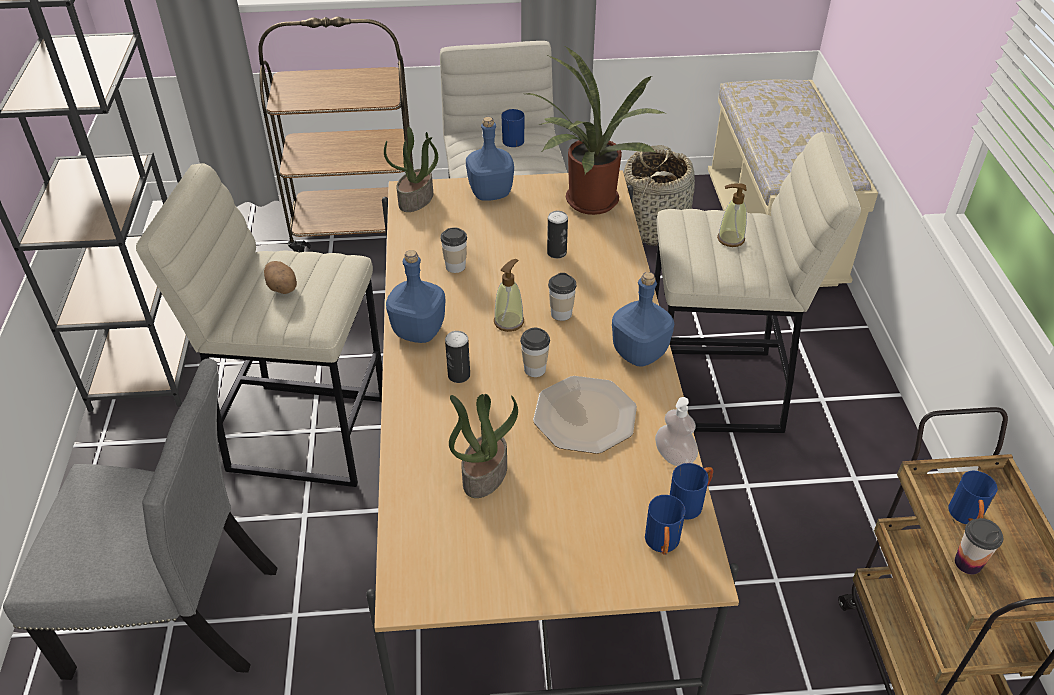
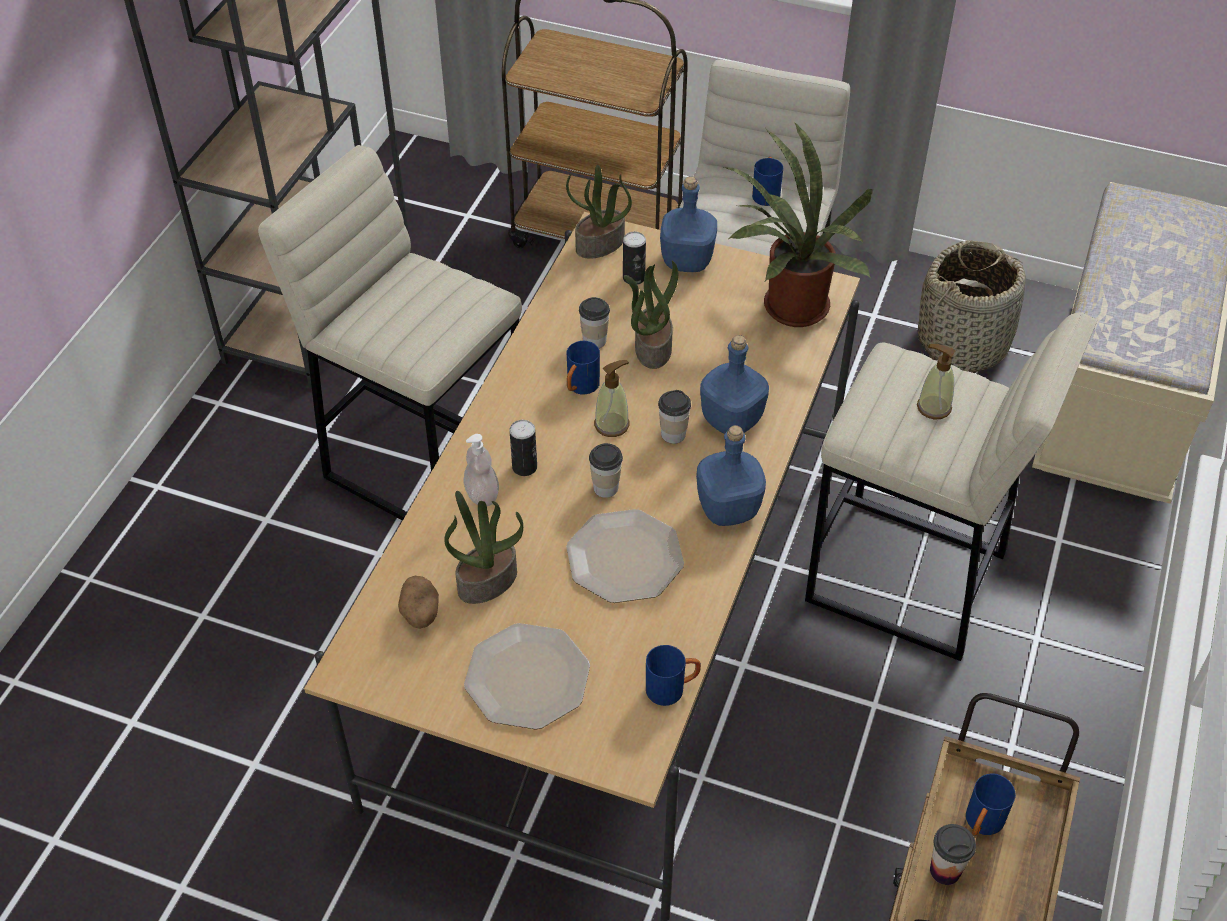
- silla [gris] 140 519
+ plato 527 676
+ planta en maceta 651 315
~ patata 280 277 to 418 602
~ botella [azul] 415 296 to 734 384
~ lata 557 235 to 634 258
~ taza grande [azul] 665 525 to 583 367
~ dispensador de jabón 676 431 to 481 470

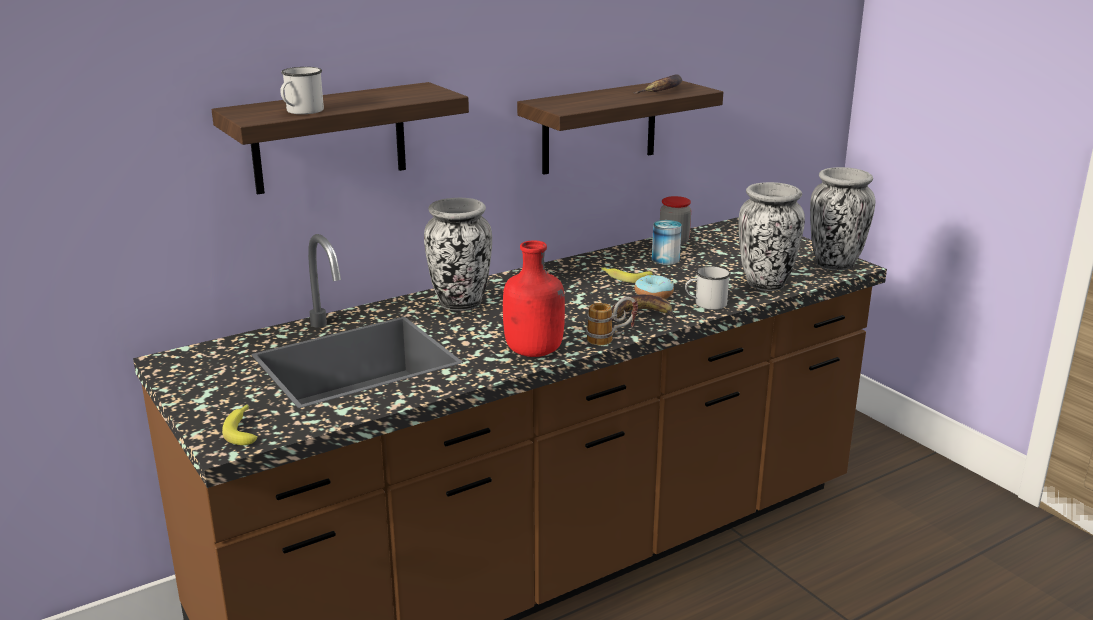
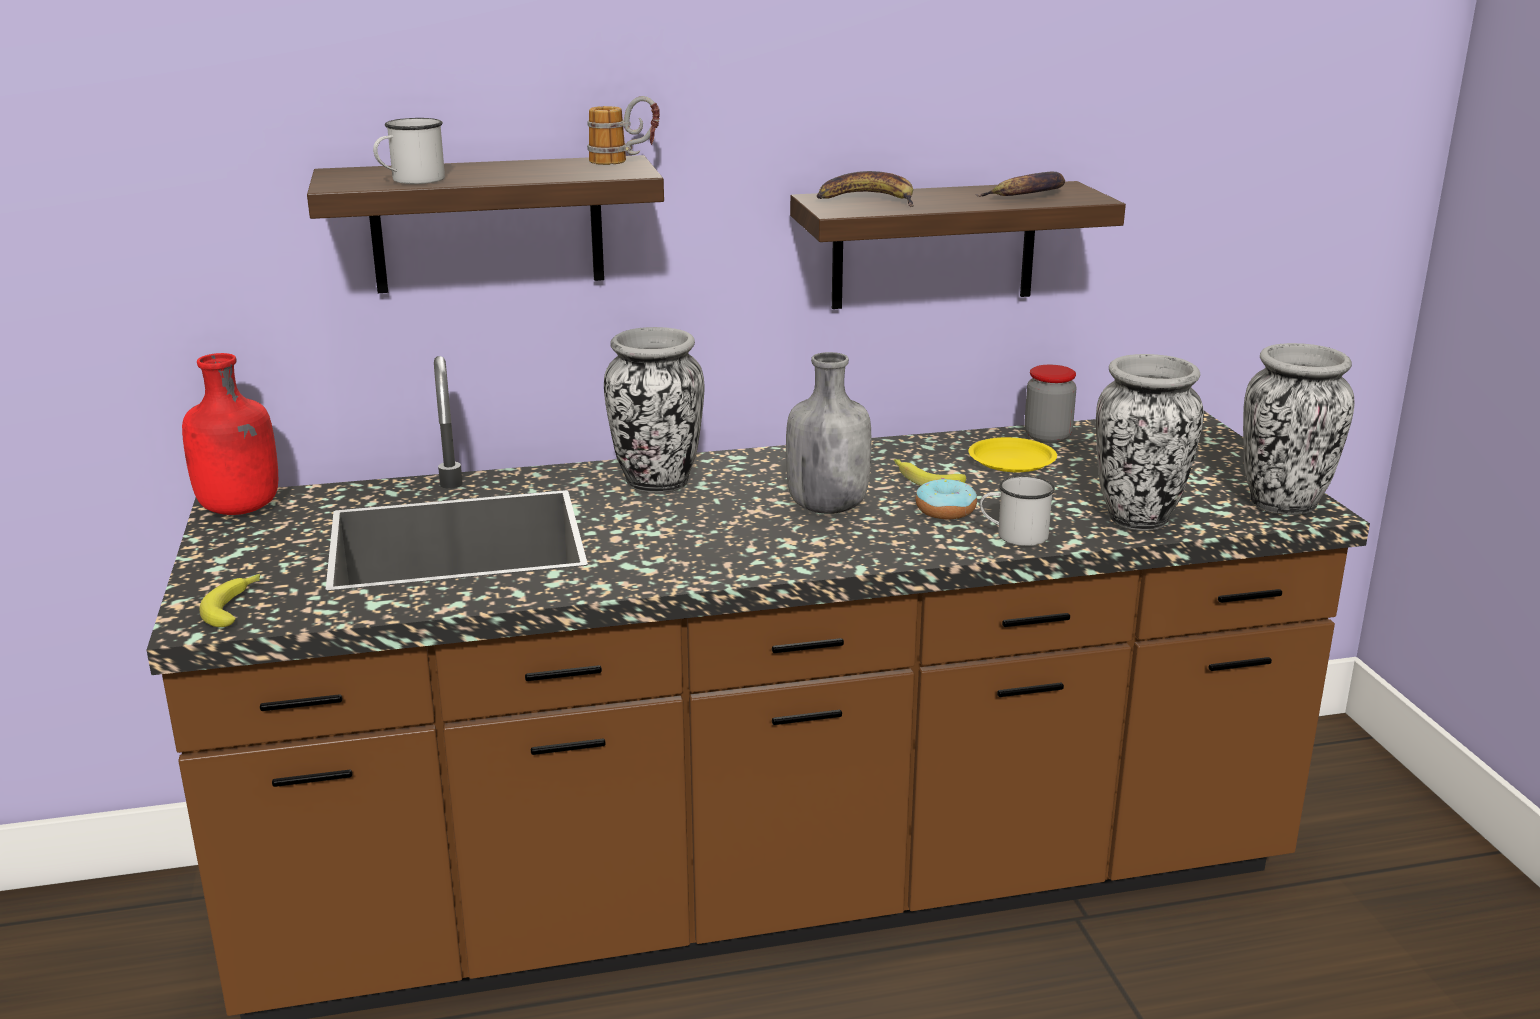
+ botella [gris] 828 433
~ botella [rojo] 534 298 to 230 434
~ taza grande 612 321 to 623 130
~ plátano 645 308 to 865 189
~ lata 667 242 to plato [amarillo] 1012 454

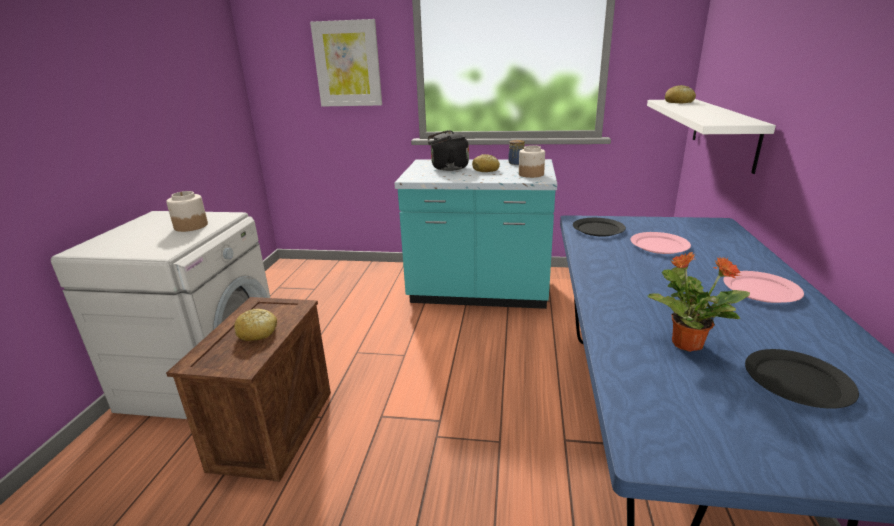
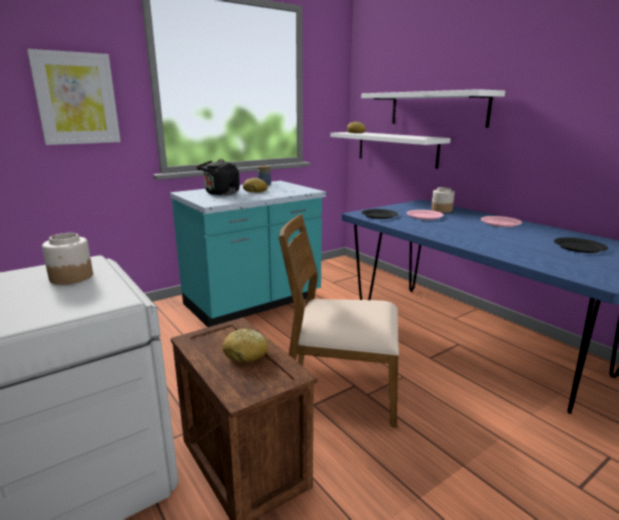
- planta en maceta 698 302
+ silla [marrón] 339 320
+ estante [blanco] 433 108
~ tarro 532 161 to 443 200

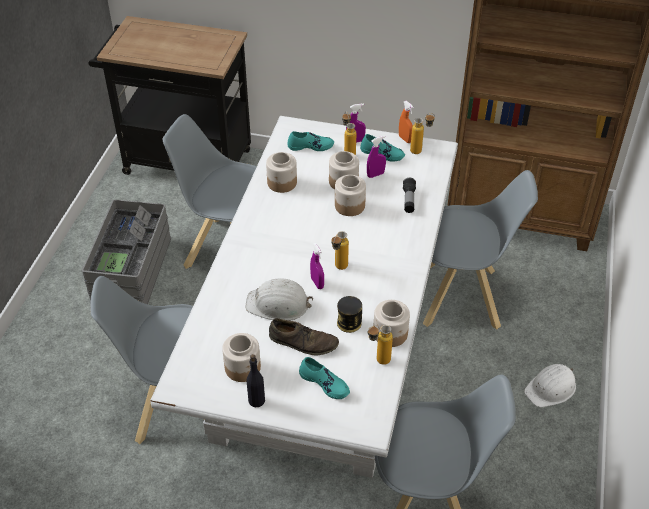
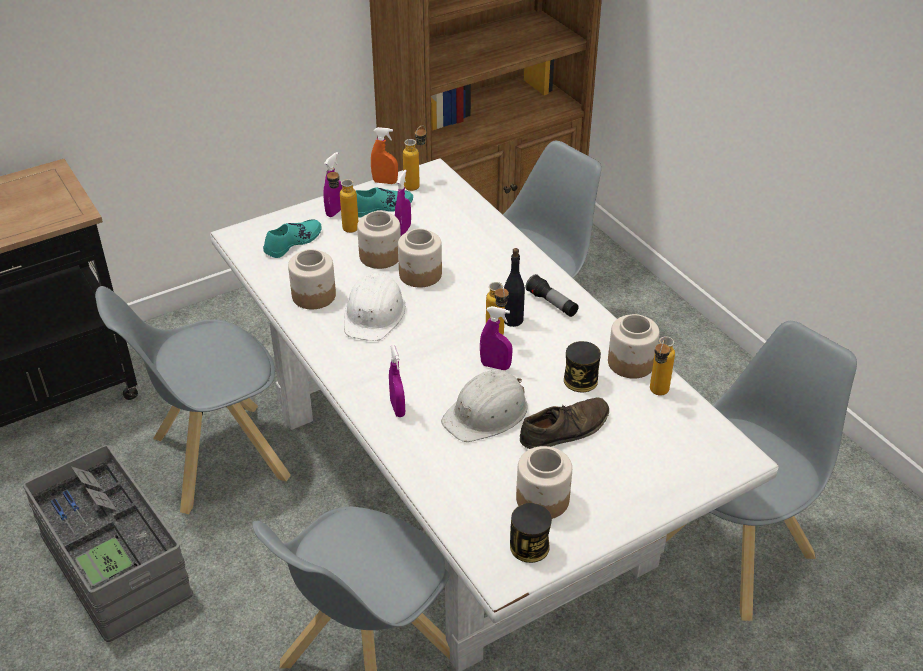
- zapato [turquesa] 324 378
+ pulverizador [morado] 397 381
+ lata 531 533
~ botella [negro] 256 380 to 514 287
~ linterna 409 195 to 552 295
~ casco [blanco] 550 385 to 375 307

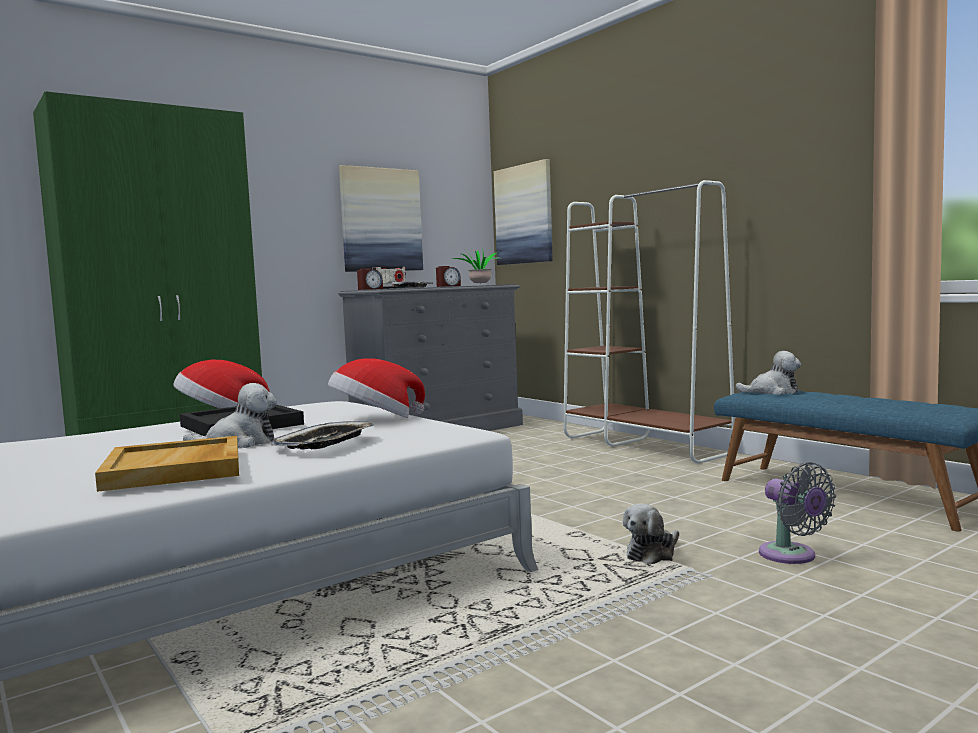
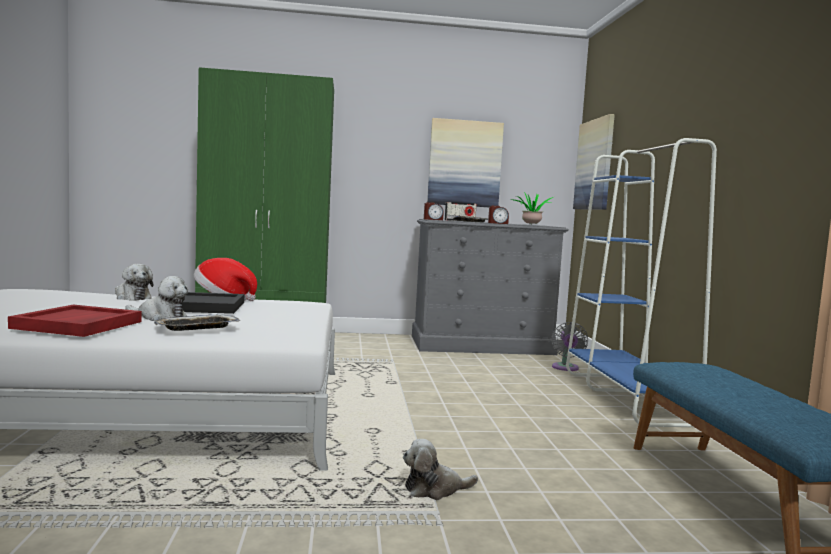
- sombrero 376 388
~ peluche 768 373 to 134 282
~ ventilador [gris] 797 513 to 570 346
~ bandeja [beis] 167 464 to bandeja [rojo] 75 321
~ perchero [marrón] 649 322 to perchero [azul] 641 282

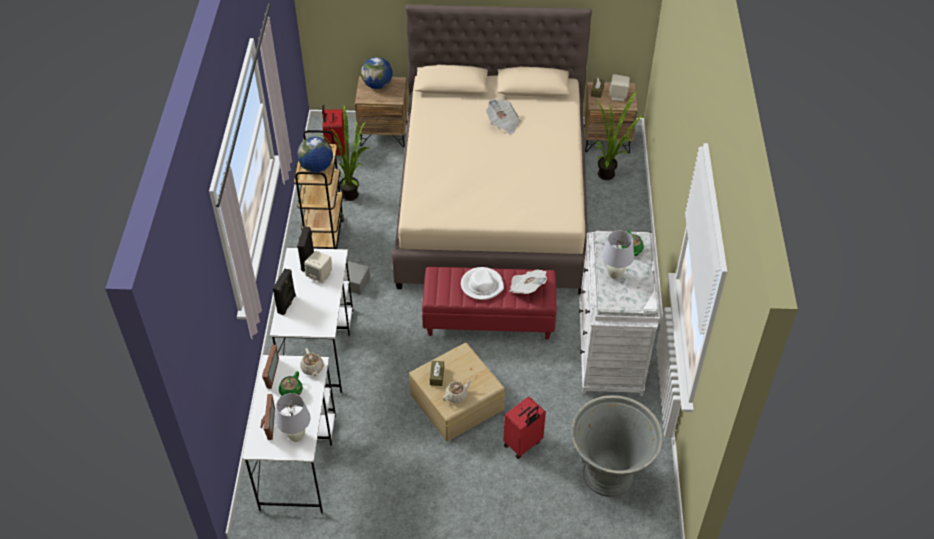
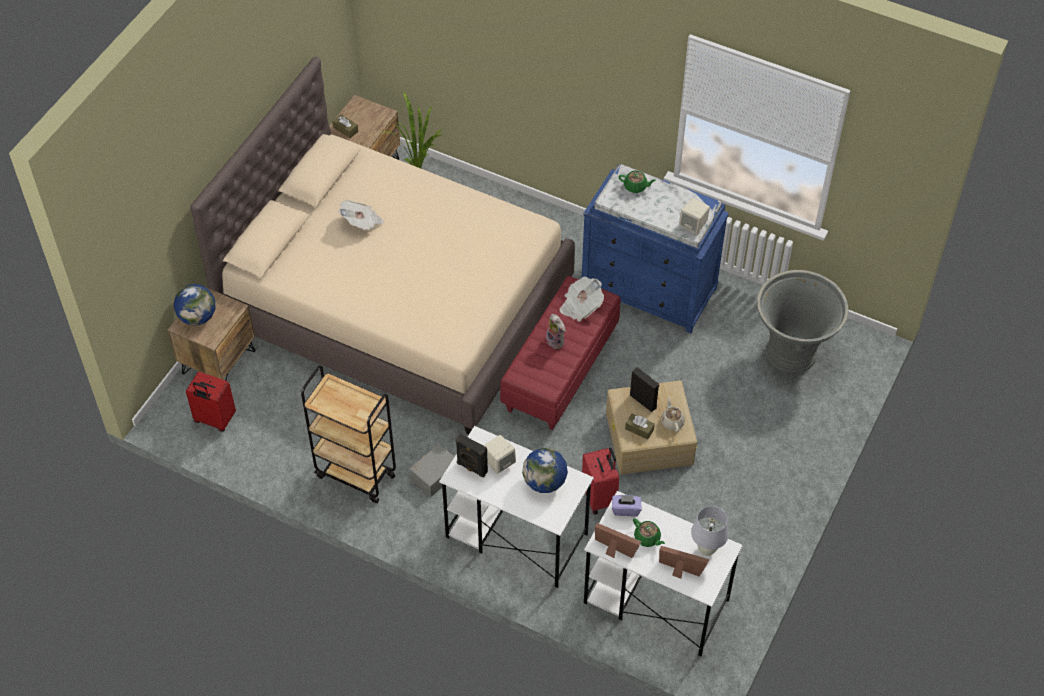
- planta en maceta 344 152
- lámpara de mesa [blanco] 618 254
~ altavoz [negro] 284 292 to 644 389
~ globo terráqueo 315 154 to 545 470
~ maleta [rojo] 524 428 to 600 480
~ altavoz [beis] 619 87 to 694 216
~ tetera [beis] 312 362 to caja de pañuelos [morado] 626 505
~ sombrero [blanco] 482 283 to peluche 556 331
~ cómoda [blanco] 619 313 to cómoda [azul] 655 248

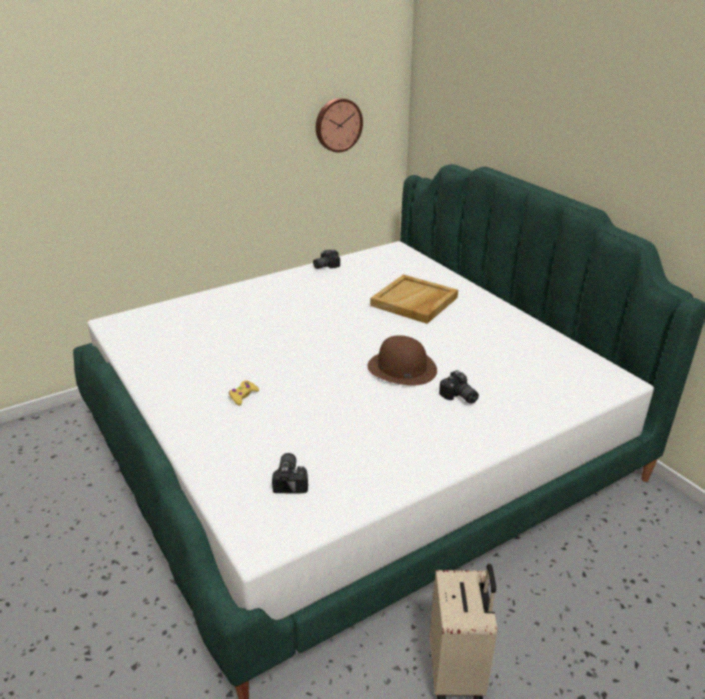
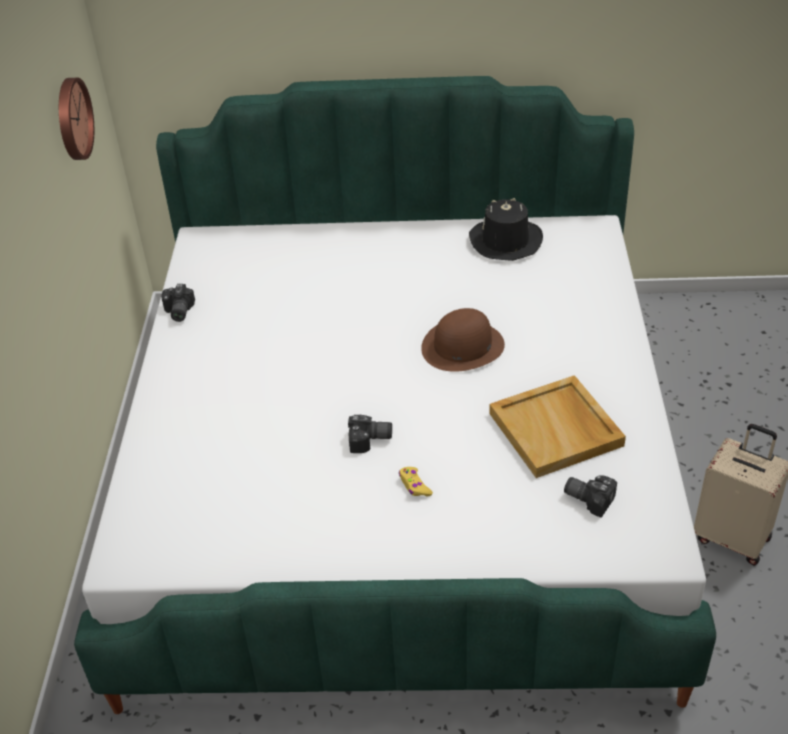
+ sombrero [negro] 506 229
~ bandeja [beis] 414 299 to 557 426
~ cámara 459 387 to 370 434

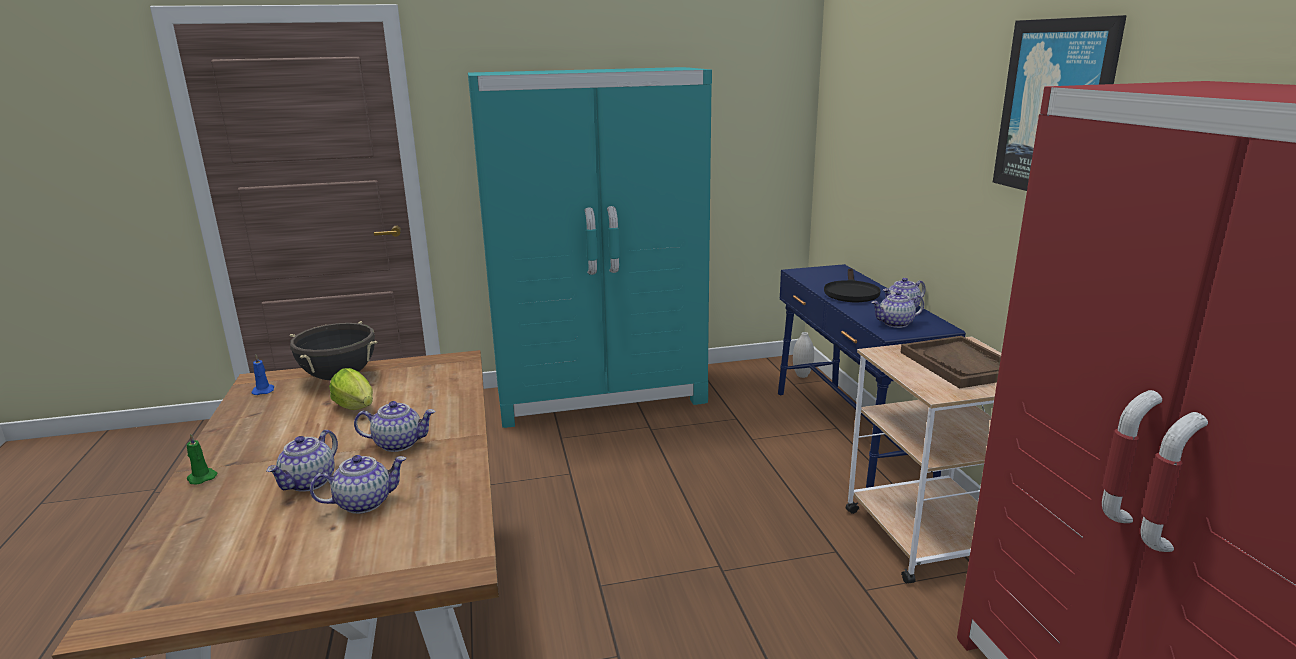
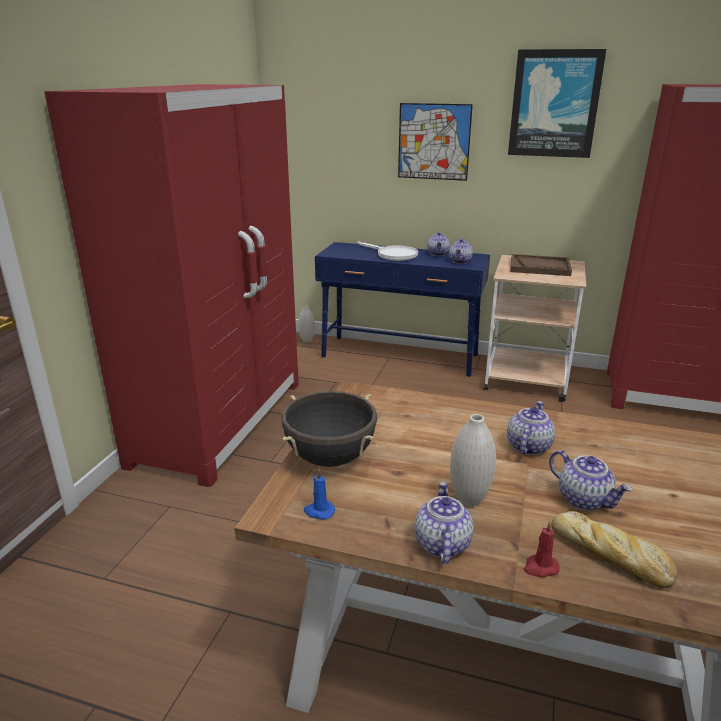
- lechuga 351 389
+ cuadro 435 142
+ florero [blanco] 473 460
+ pan 614 549
~ tetera 358 484 to 444 523
~ vela [verde] 202 458 to vela [rojo] 541 549
~ armario [turquesa] 590 247 to armario [rojo] 171 285
~ sartén [negro] 852 285 to sartén [blanco] 388 251

